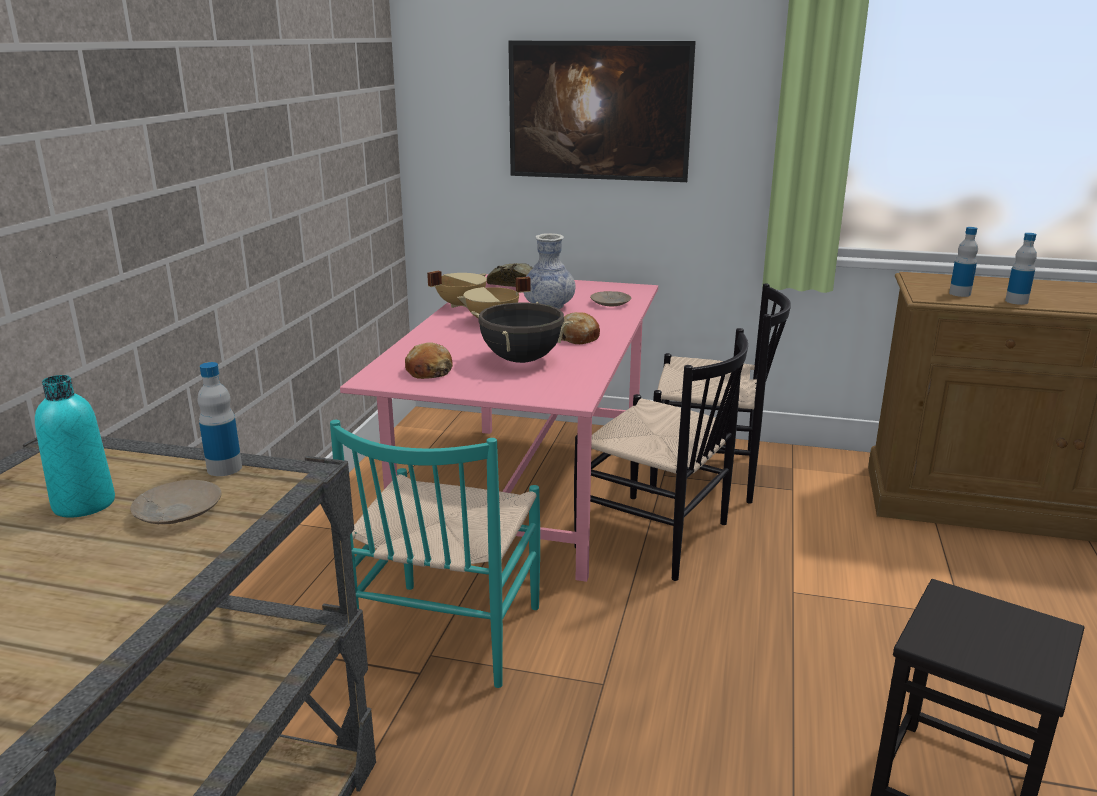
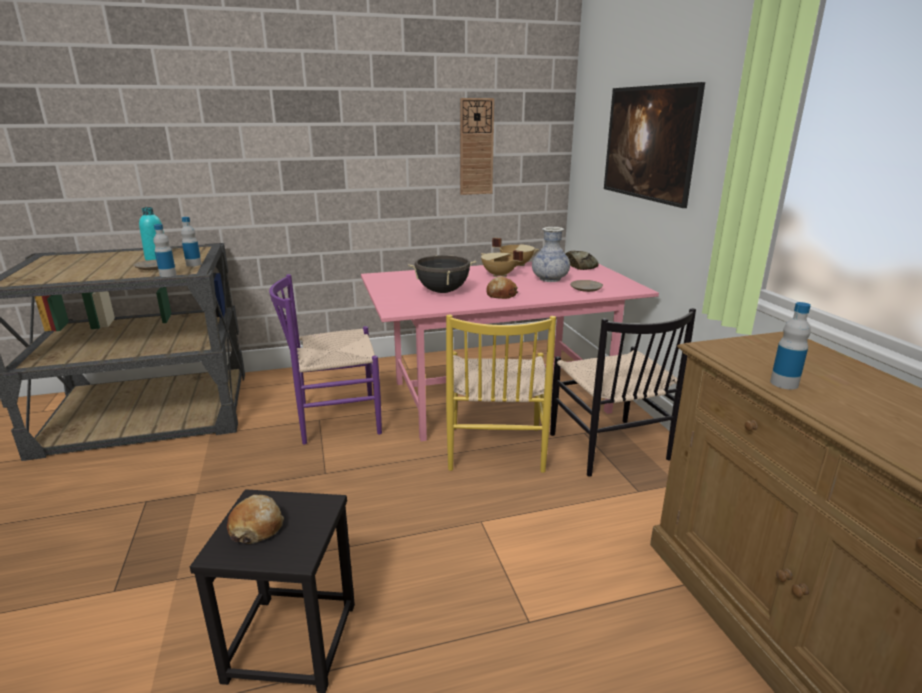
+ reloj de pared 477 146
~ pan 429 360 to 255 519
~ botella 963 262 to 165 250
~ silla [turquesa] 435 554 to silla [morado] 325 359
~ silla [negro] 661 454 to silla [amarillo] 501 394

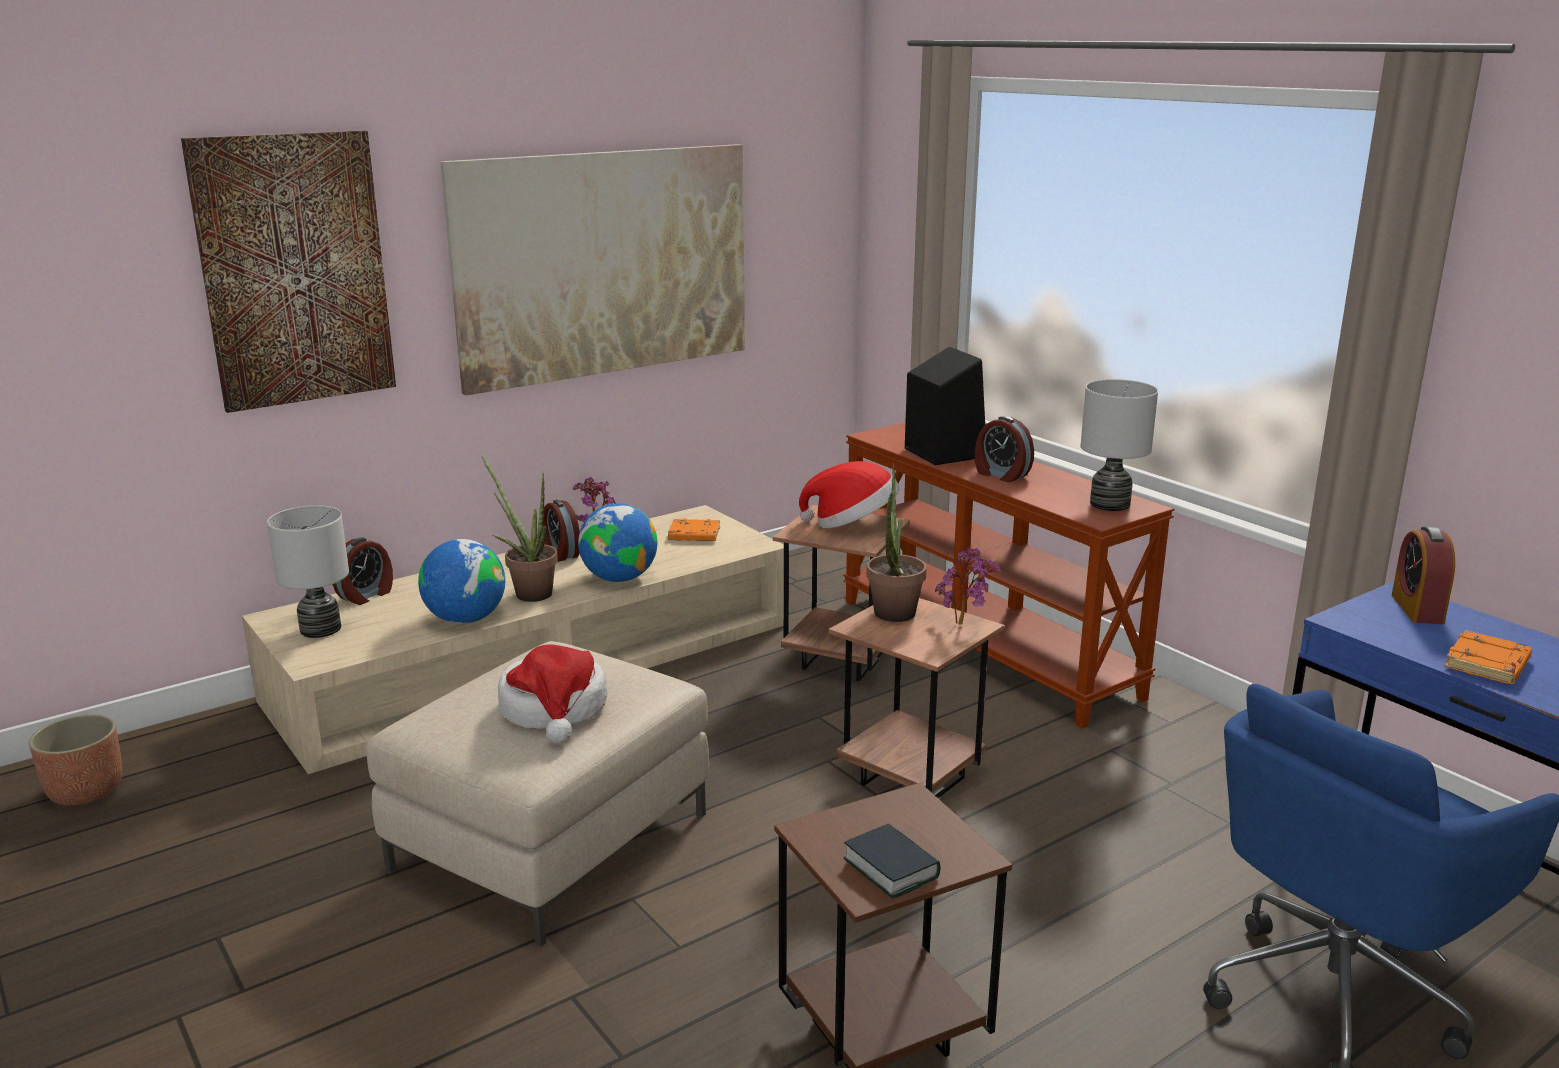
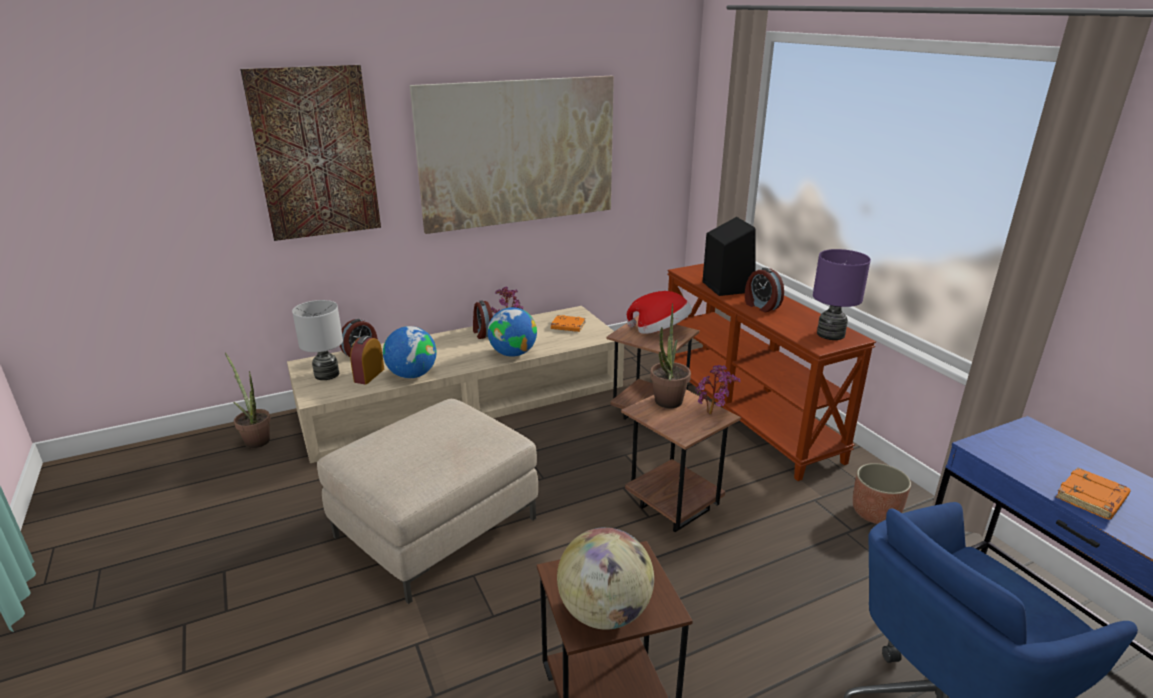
- sombrero 552 694
~ maceta 75 759 to 882 493
~ planta en maceta 519 529 to 248 400
~ despertador 1423 575 to 367 359
~ libro 892 861 to globo terráqueo 605 578
~ lámpara de mesa [gris] 1119 445 to lámpara de mesa [morado] 842 294

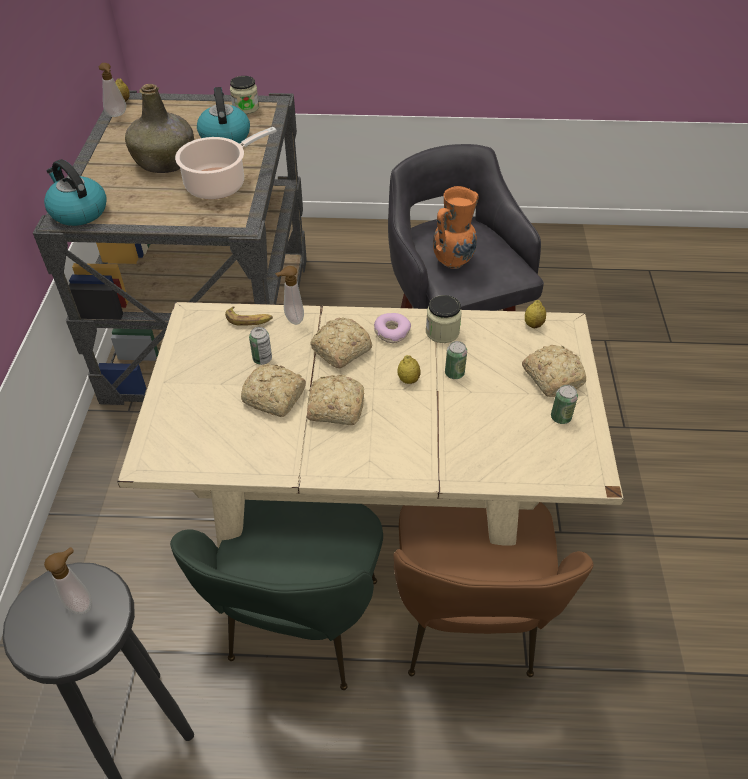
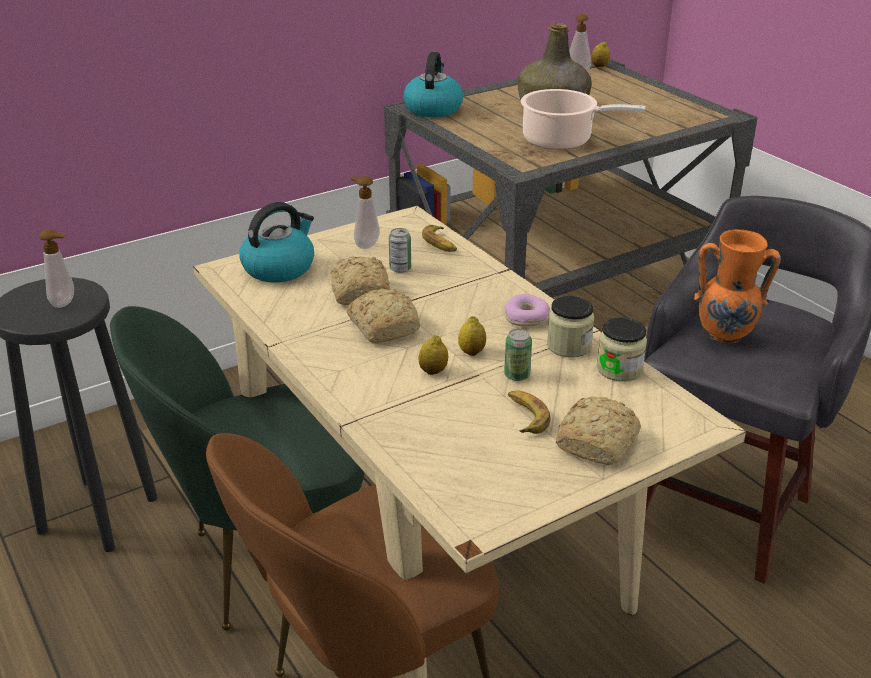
- pan 341 343
- lata 564 404
+ plátano 529 412
~ hervidor 223 115 to 277 242
~ tarro 244 95 to 622 350
~ dispensador de jabón 289 295 to 365 212
~ limón 535 314 to 433 355

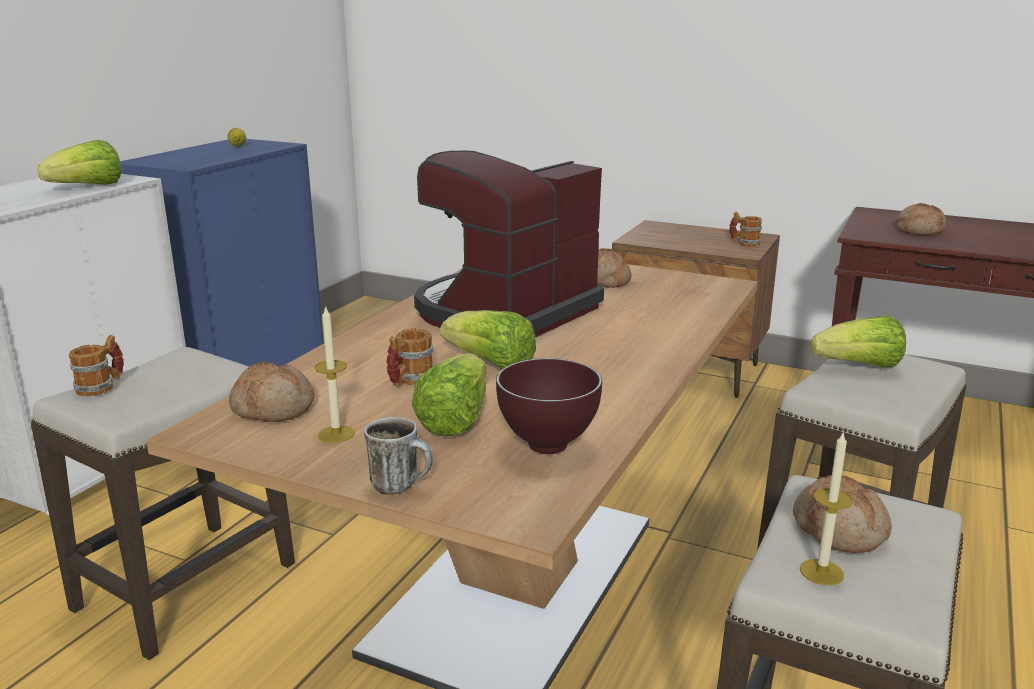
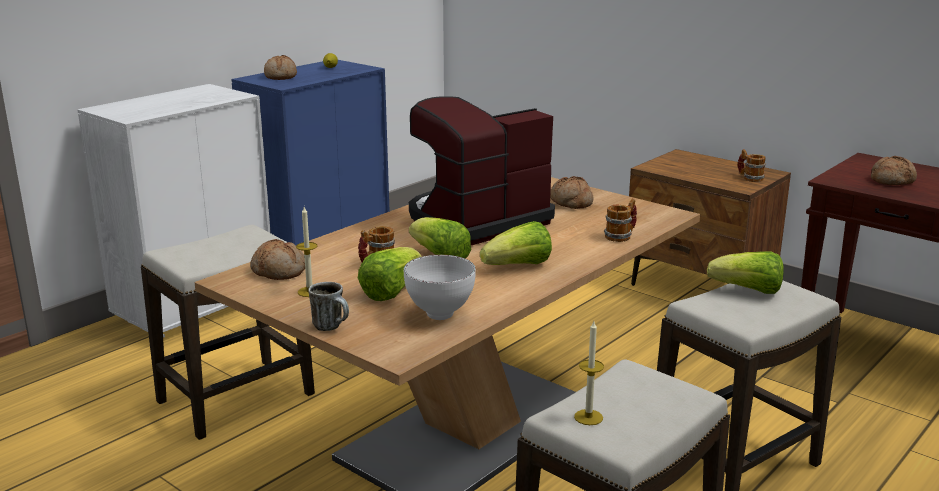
~ lechuga 79 162 to 516 243
~ taza grande 96 365 to 620 220
~ pan 842 514 to 280 67
~ cuenco [marrón] 549 406 to cuenco [blanco] 440 287

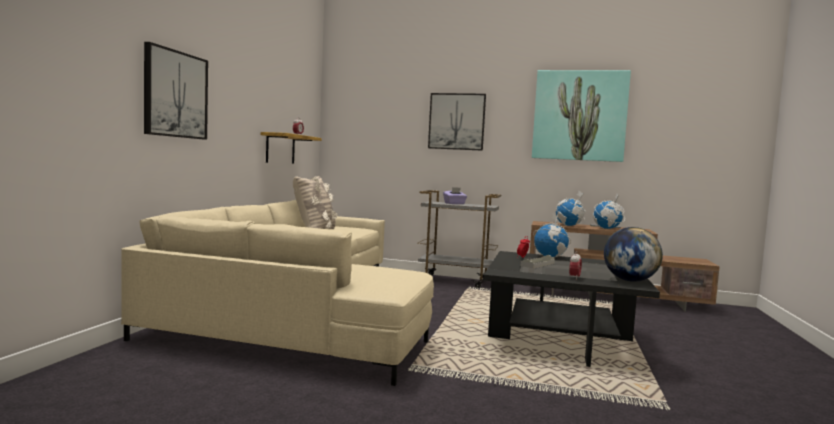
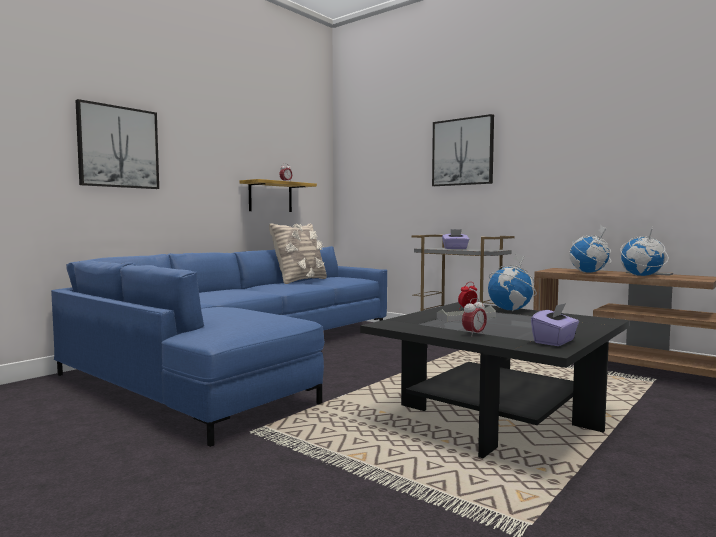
- cuadro 581 116
~ globo terráqueo 633 254 to caja de pañuelos [morado] 555 324
~ sofá [beis] 277 293 to sofá [azul] 219 346

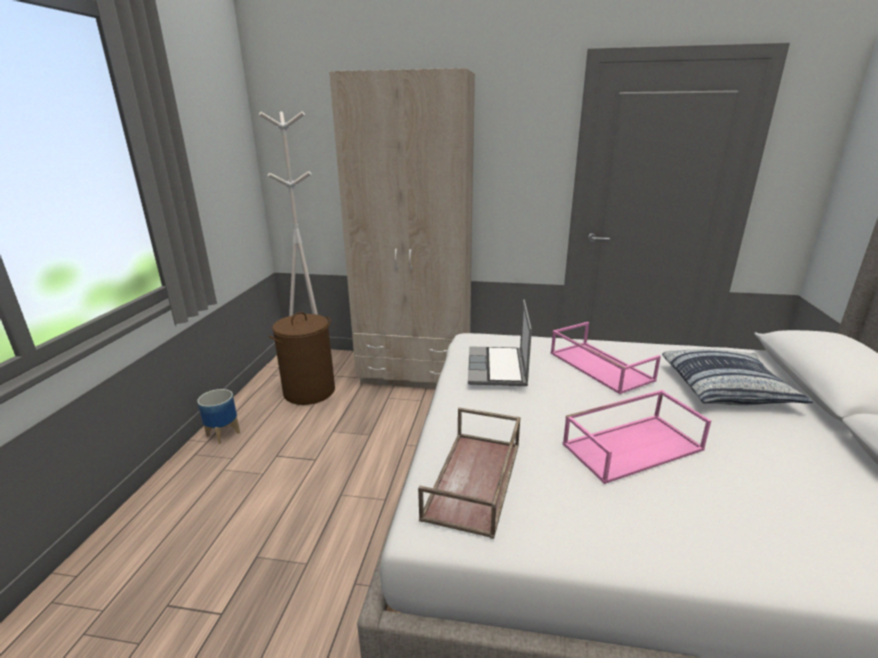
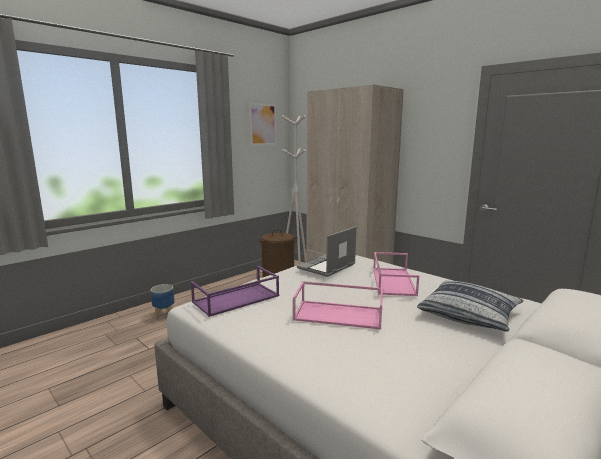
+ cuadro 262 124
~ maceta 218 416 to 163 302
~ bandeja [marrón] 469 473 to bandeja [morado] 235 291

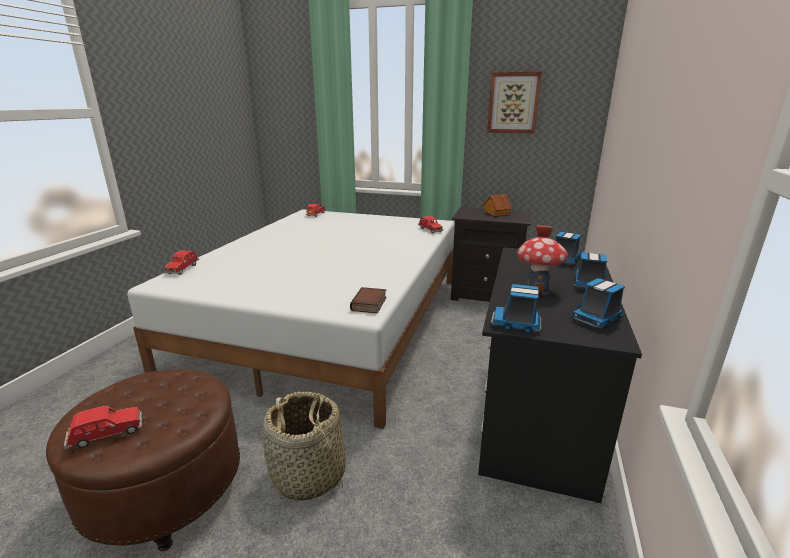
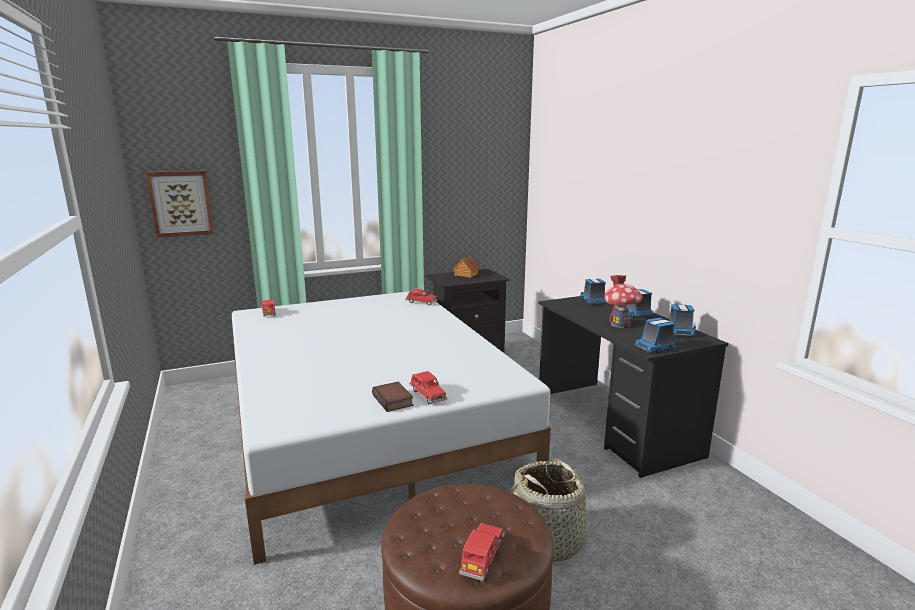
~ coche de juguete [rojo] 181 263 to 428 387
~ libro 368 300 to 392 397
~ cuadro 514 102 to 179 204

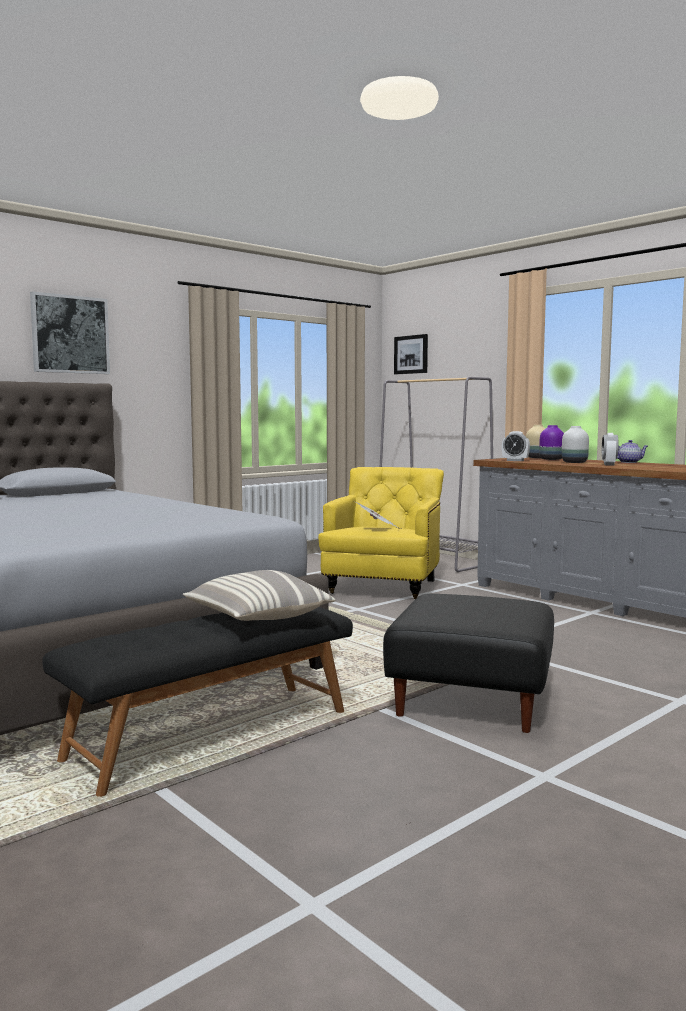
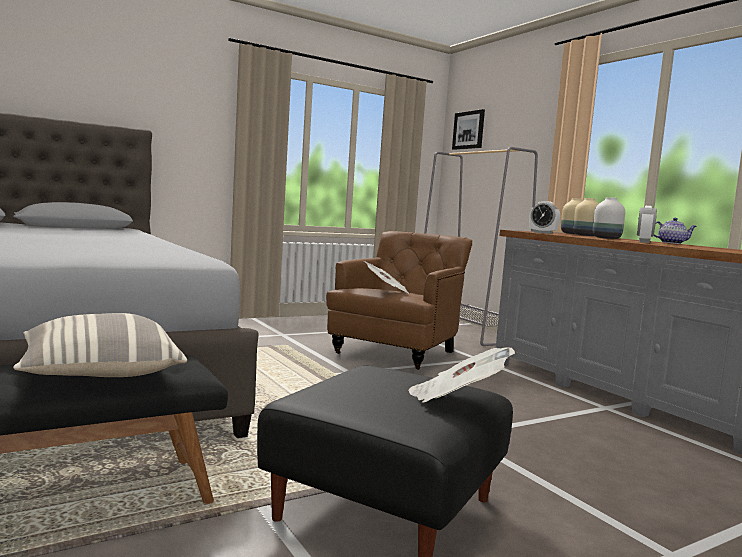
- cuadro 70 332
+ periódico 461 374
~ sillón [amarillo] 381 533 to sillón [marrón] 399 300
~ florero [morado] 551 442 to florero [beis] 585 217

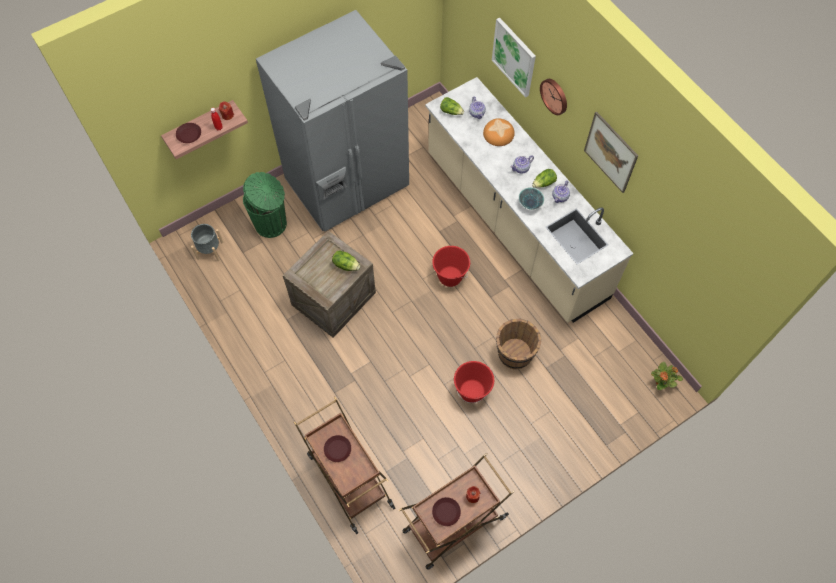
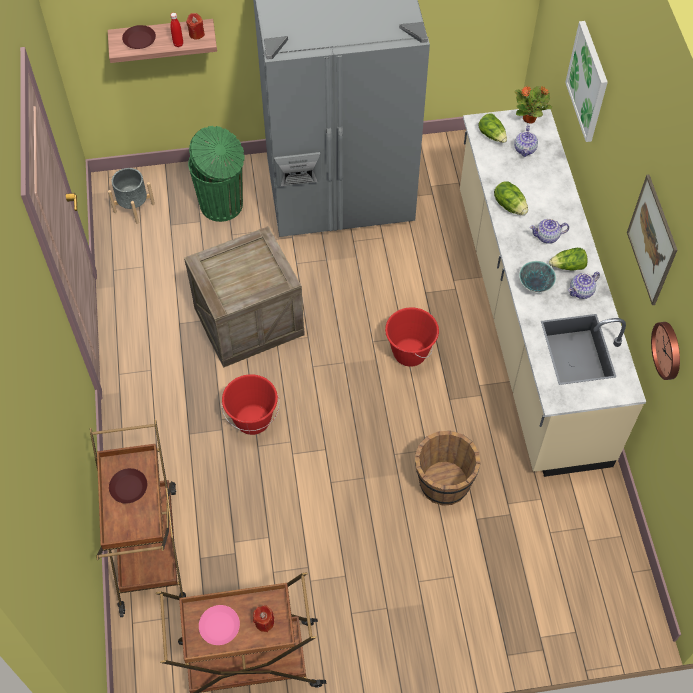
- pan 499 132
~ lechuga 346 260 to 511 198
~ cubo [rojo] 474 382 to 250 404
~ reloj de pared 553 97 to 665 351
~ planta en maceta 667 376 to 533 104
~ plato [marrón] 446 511 to plato [rosa] 219 625

